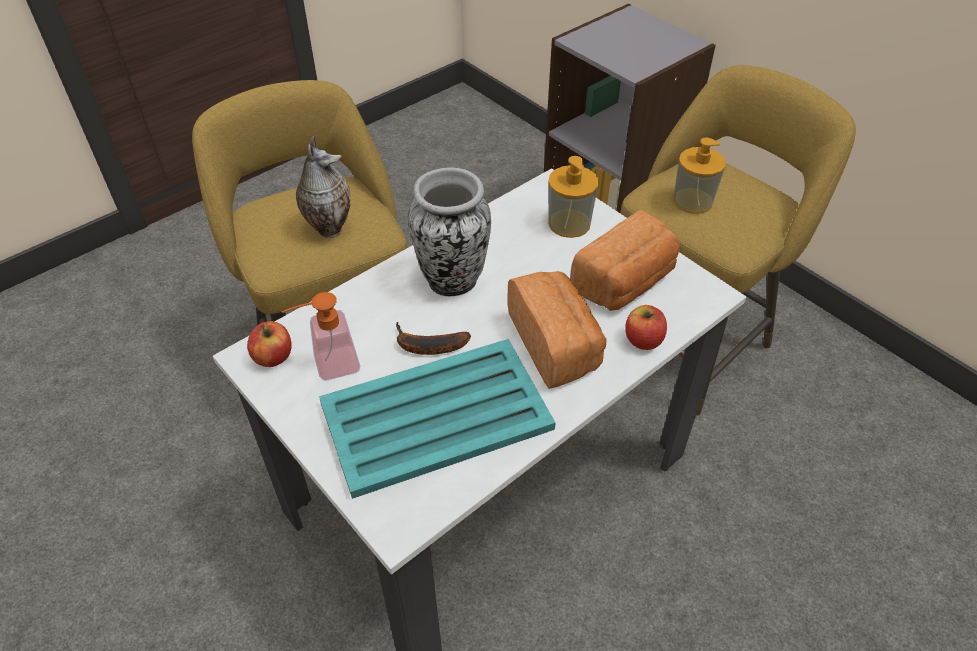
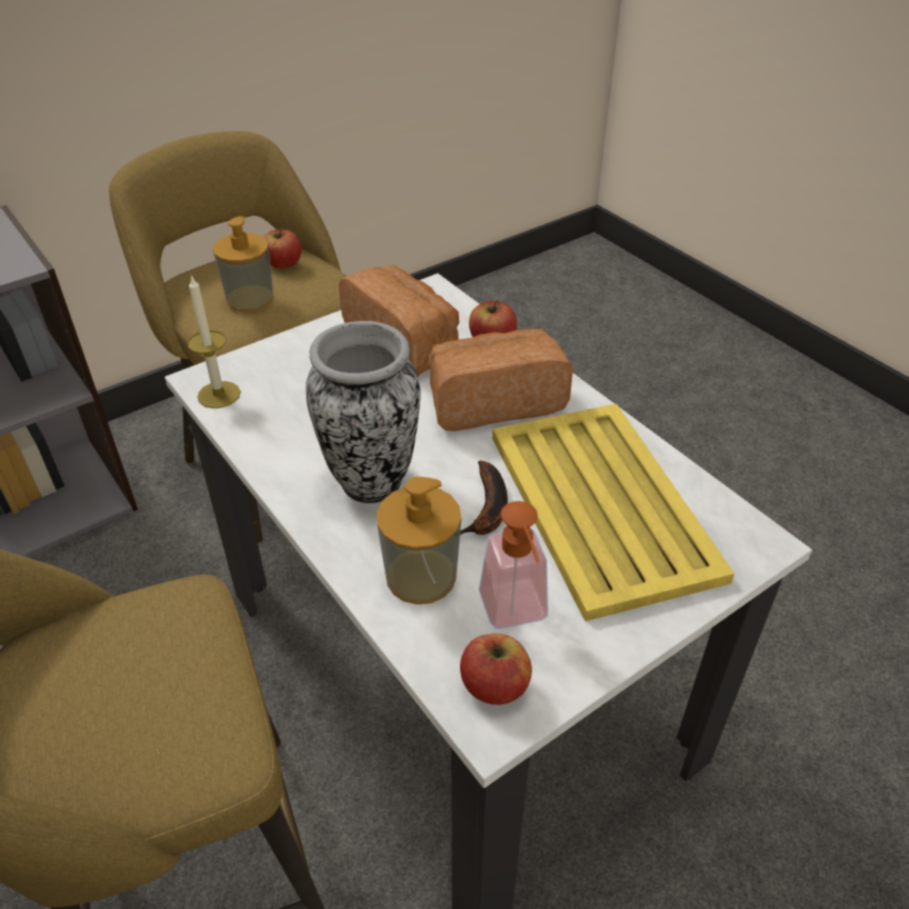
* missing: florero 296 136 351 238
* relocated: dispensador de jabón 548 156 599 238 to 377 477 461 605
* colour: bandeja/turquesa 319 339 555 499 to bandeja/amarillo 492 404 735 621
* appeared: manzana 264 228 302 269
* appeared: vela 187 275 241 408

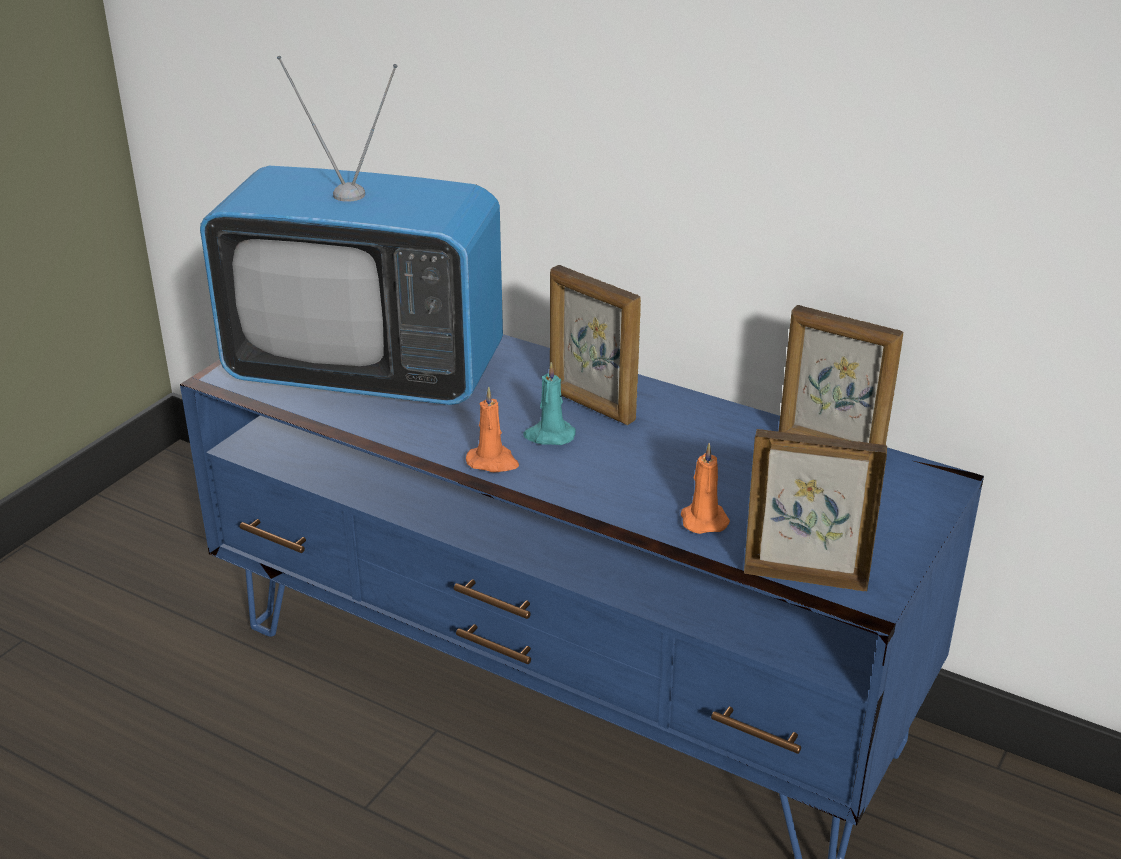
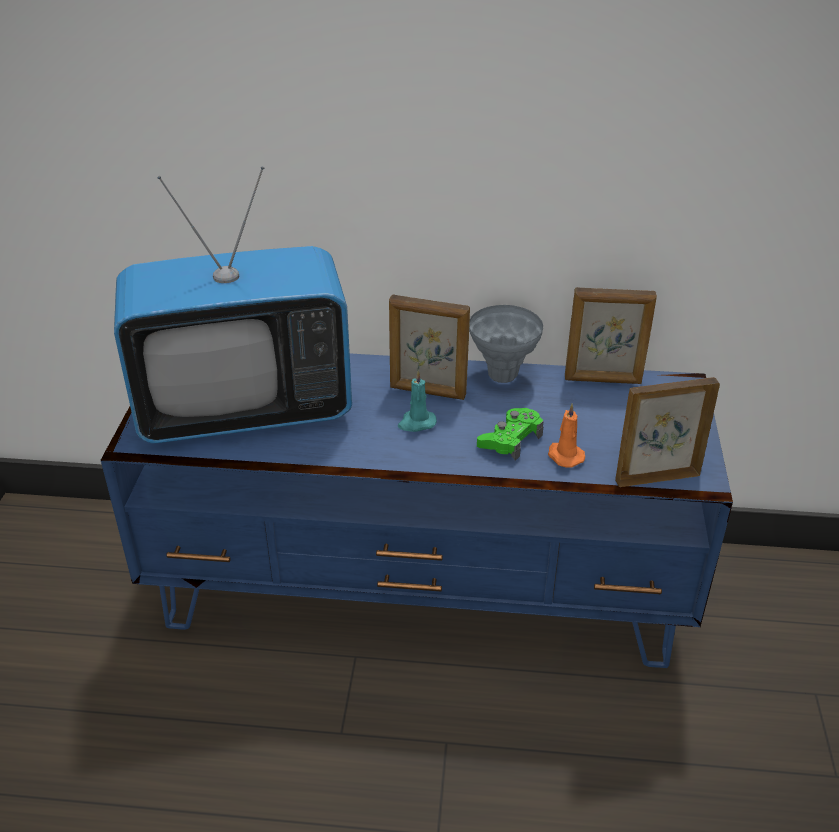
* missing: vela/naranja 466 387 519 472
* appeared: florero/gris 469 305 543 383
* appeared: mando de consola/verde 477 408 543 461

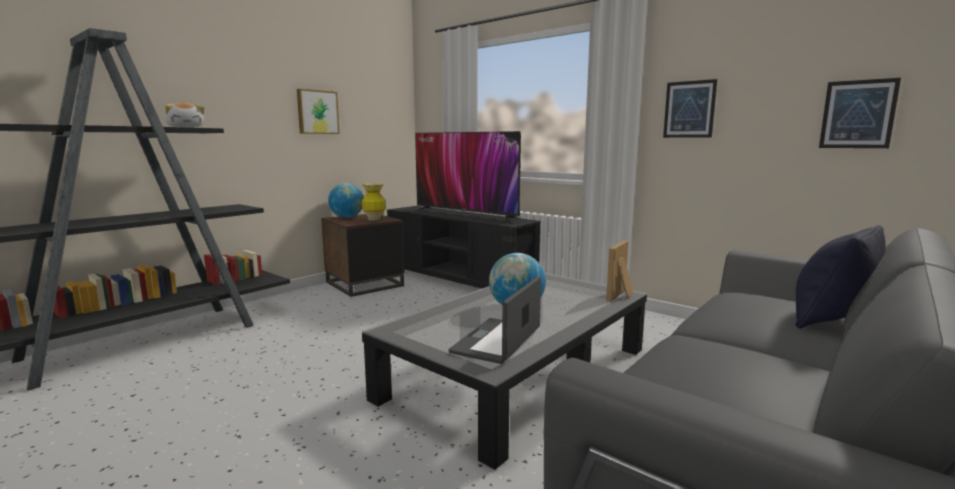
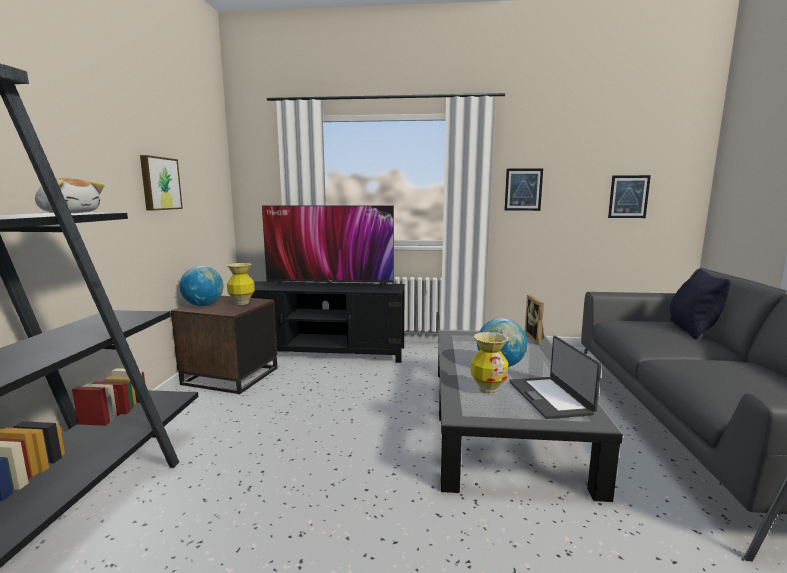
* appeared: florero 471 332 509 394

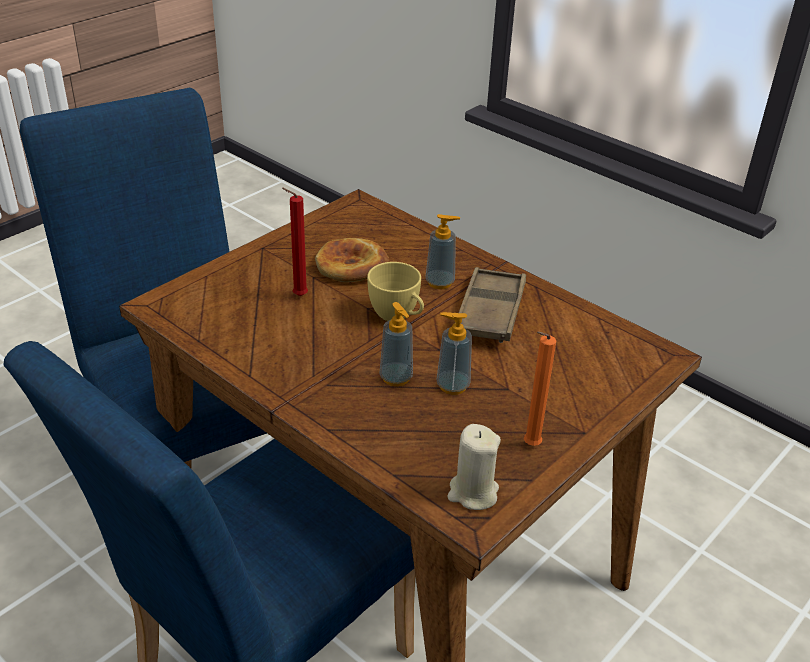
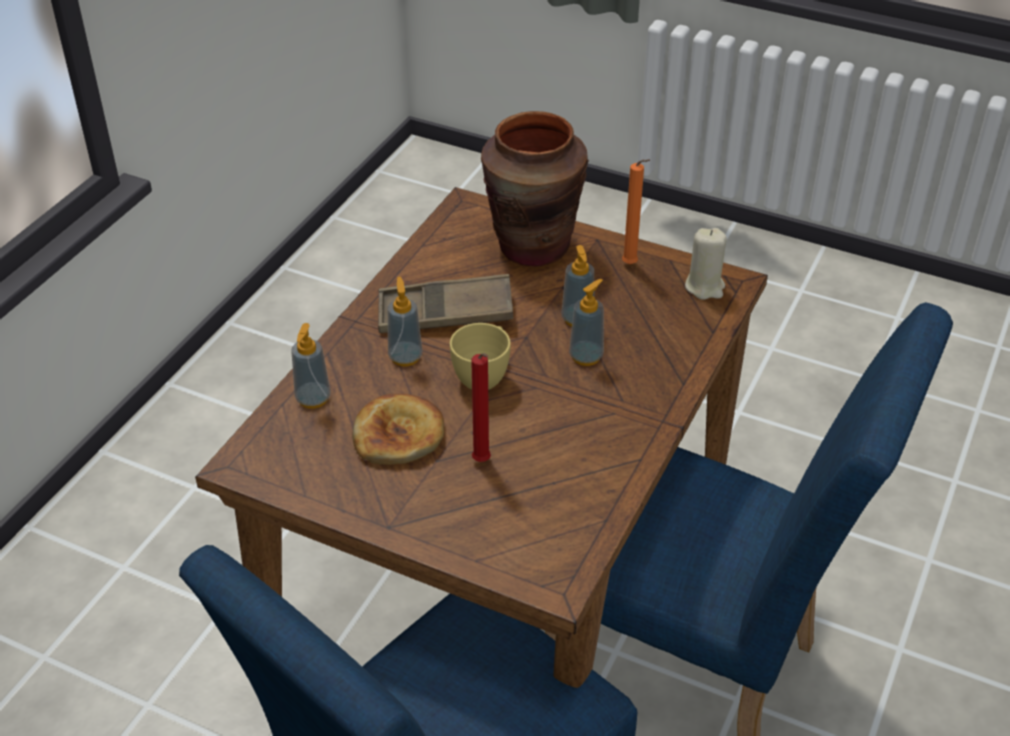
* appeared: florero/marrón 481 111 589 267
* appeared: dispensador de jabón 291 323 331 409

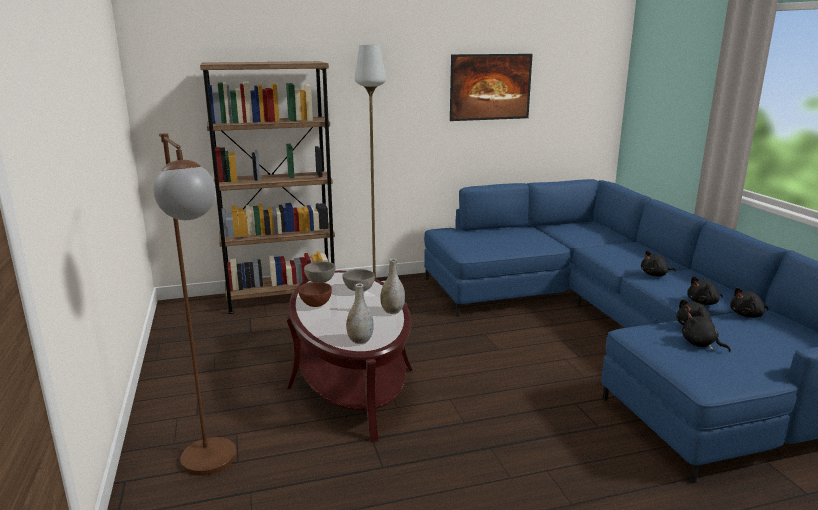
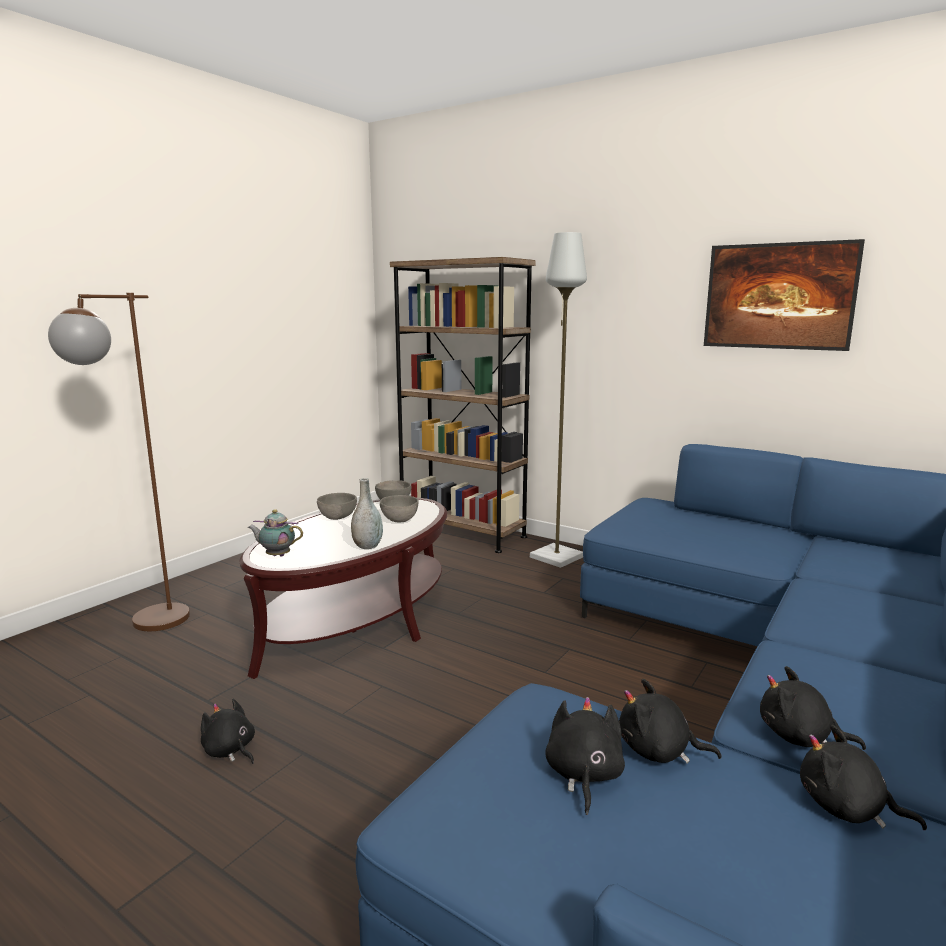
* relocated: peluche/negro 641 250 676 277 to 201 699 255 764
* colour: cuenco/marrón 298 282 332 307 to cuenco/gris 317 493 357 520
* exchanged: florero/gris 346 283 374 344 to tetera 248 509 303 557

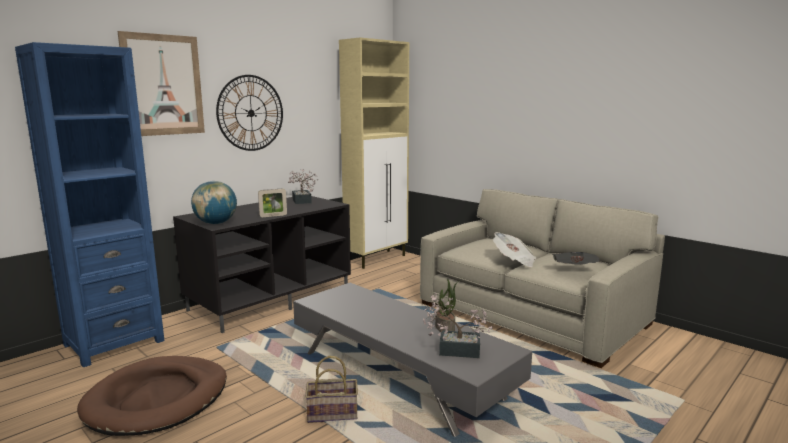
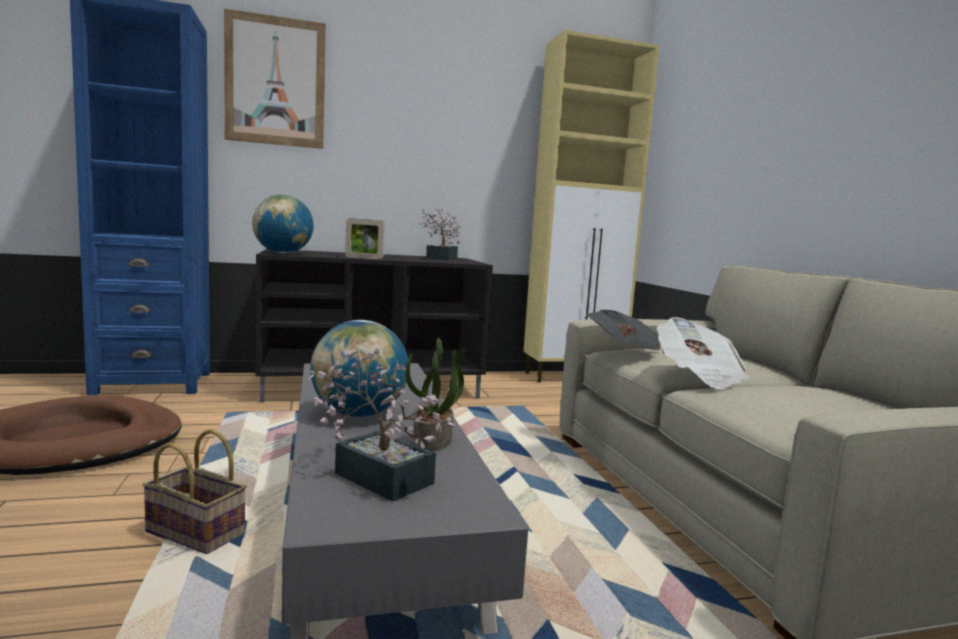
* missing: reloj de pared 216 75 283 151
* relocated: periódico 552 252 600 265 to 588 310 660 350
* appeared: globo terráqueo 310 320 408 417

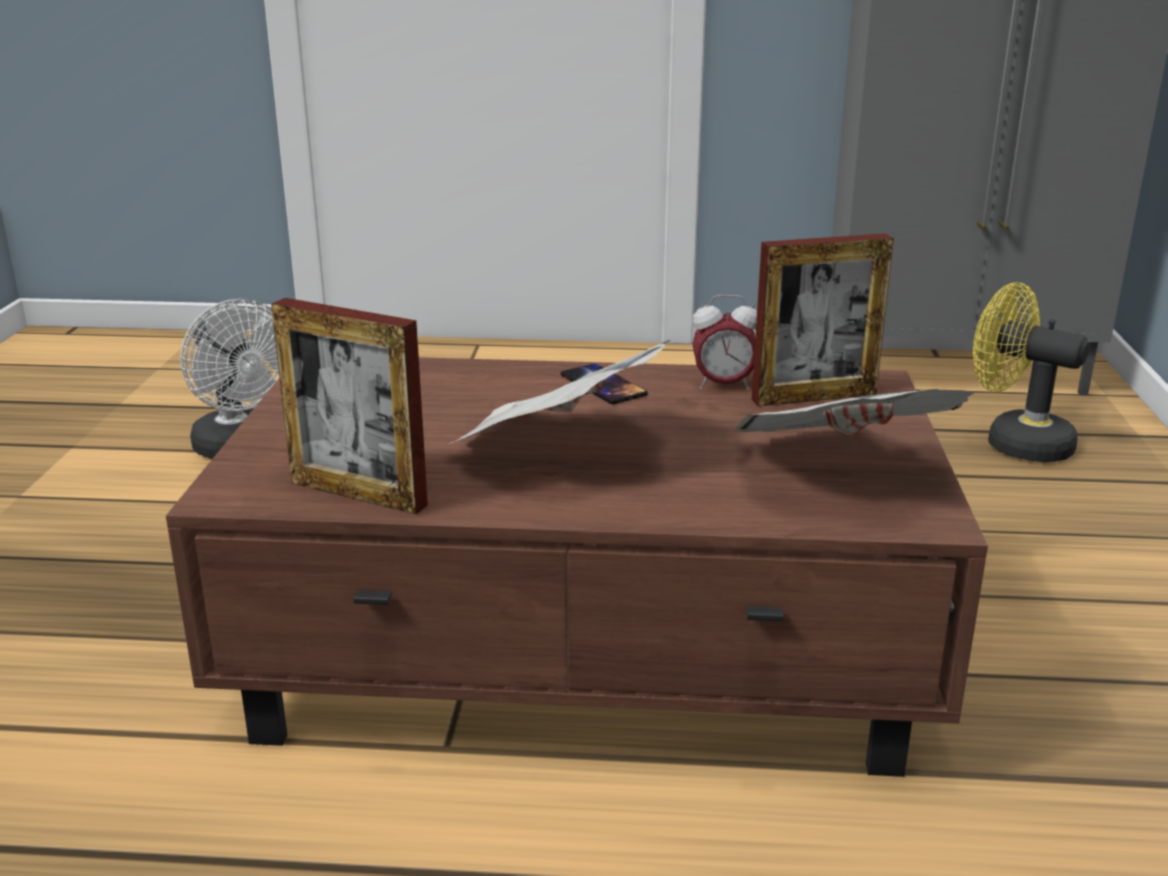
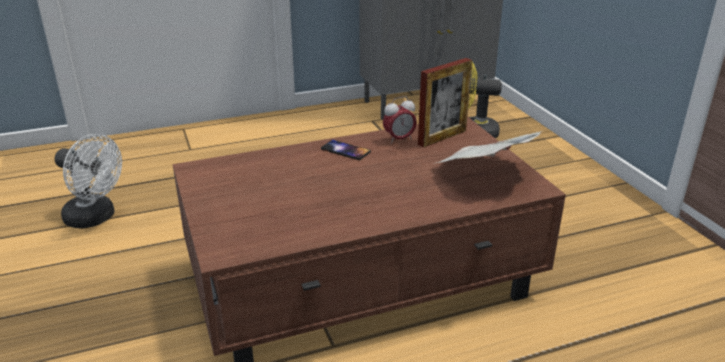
* missing: portarretratos 271 298 428 514
* missing: periódico 449 340 670 444

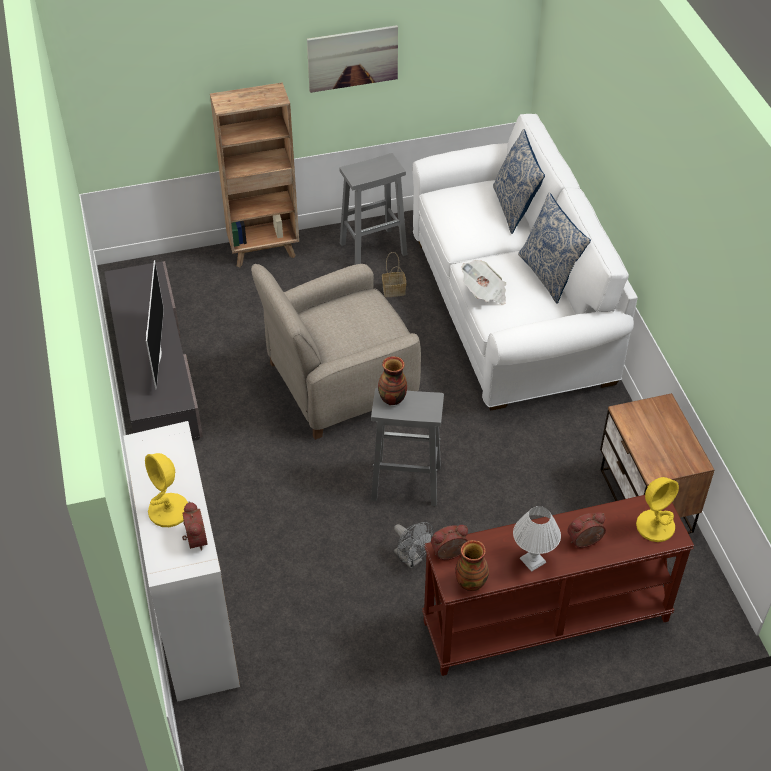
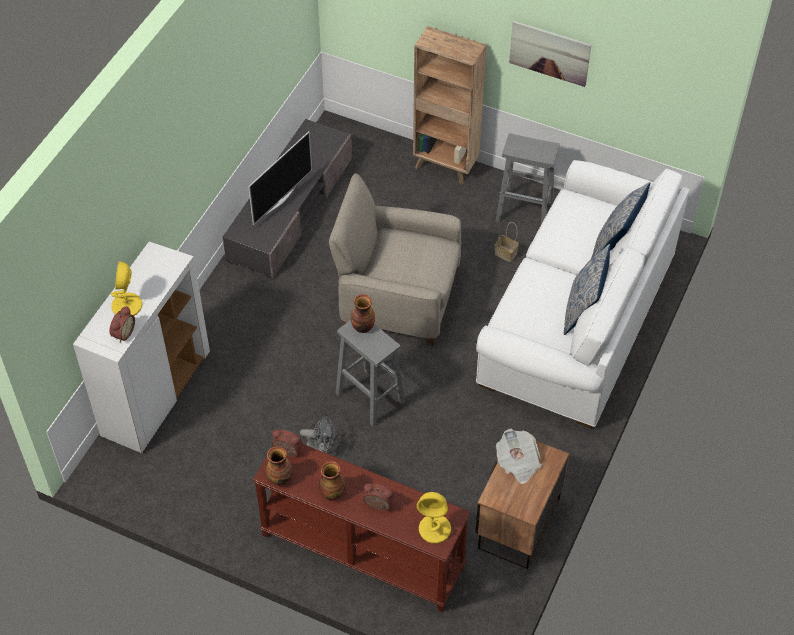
* relocated: periódico 462 260 506 305 to 496 429 542 484
* exchanged: lámpara de mesa/blanco 513 506 561 572 to florero 319 461 345 500
* spun: ventilador/gris 394 522 433 569 = 300 416 335 453 75 degrees counterclockwise

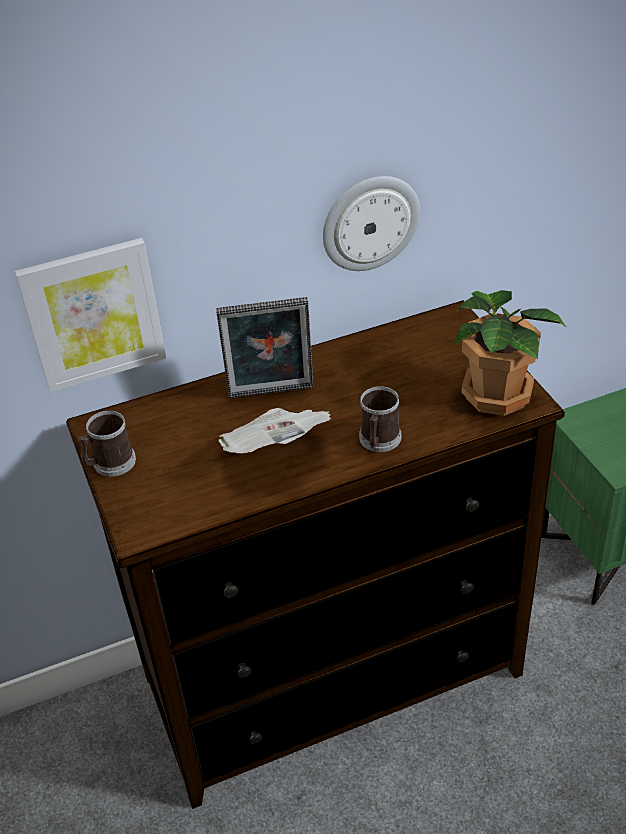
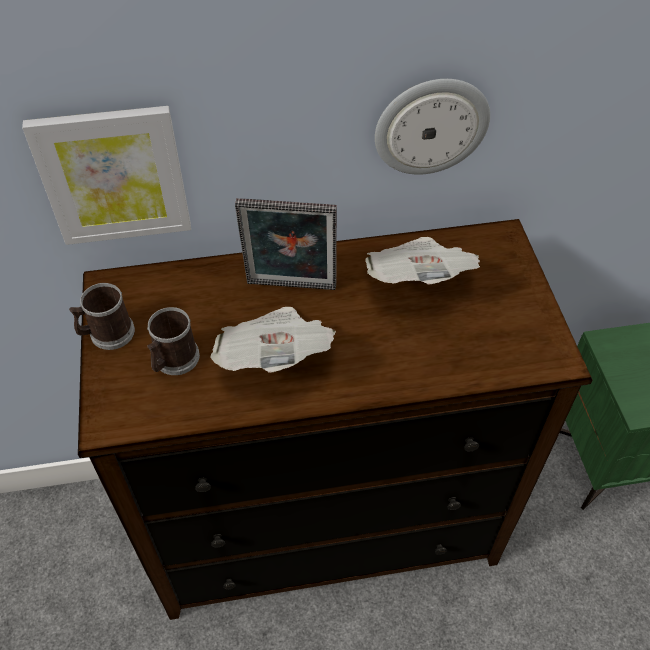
* missing: planta en maceta 456 290 567 416
* relocated: taza grande 359 386 401 452 to 147 307 200 375
* appeared: periódico 366 237 480 284

